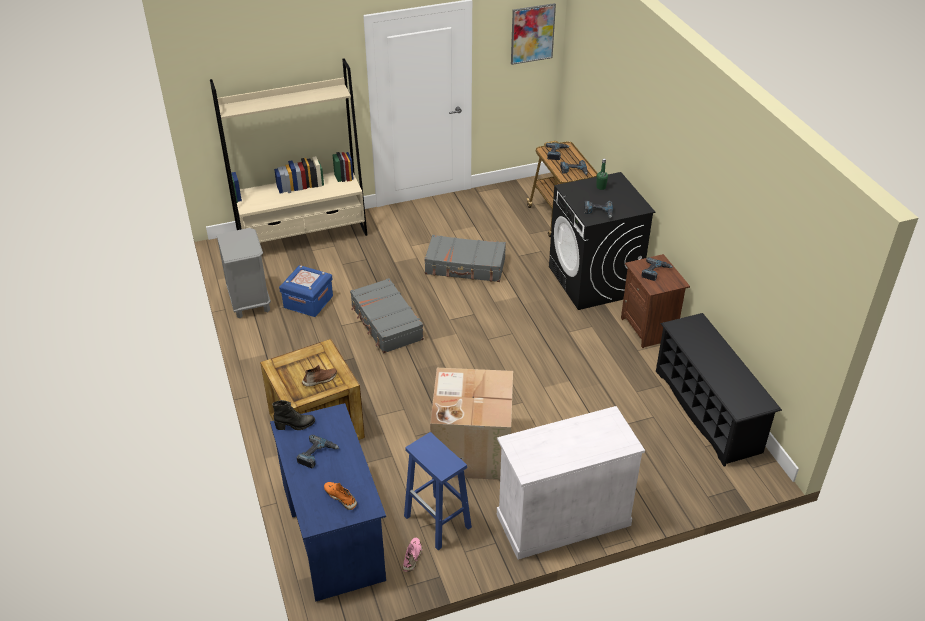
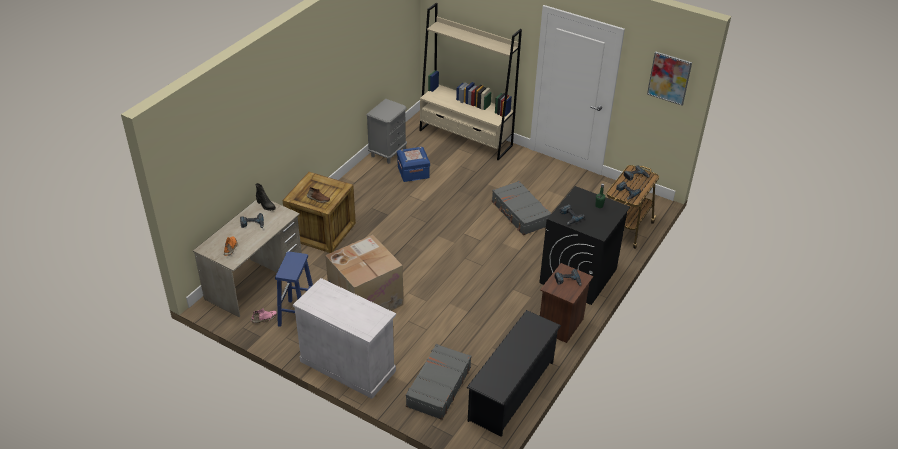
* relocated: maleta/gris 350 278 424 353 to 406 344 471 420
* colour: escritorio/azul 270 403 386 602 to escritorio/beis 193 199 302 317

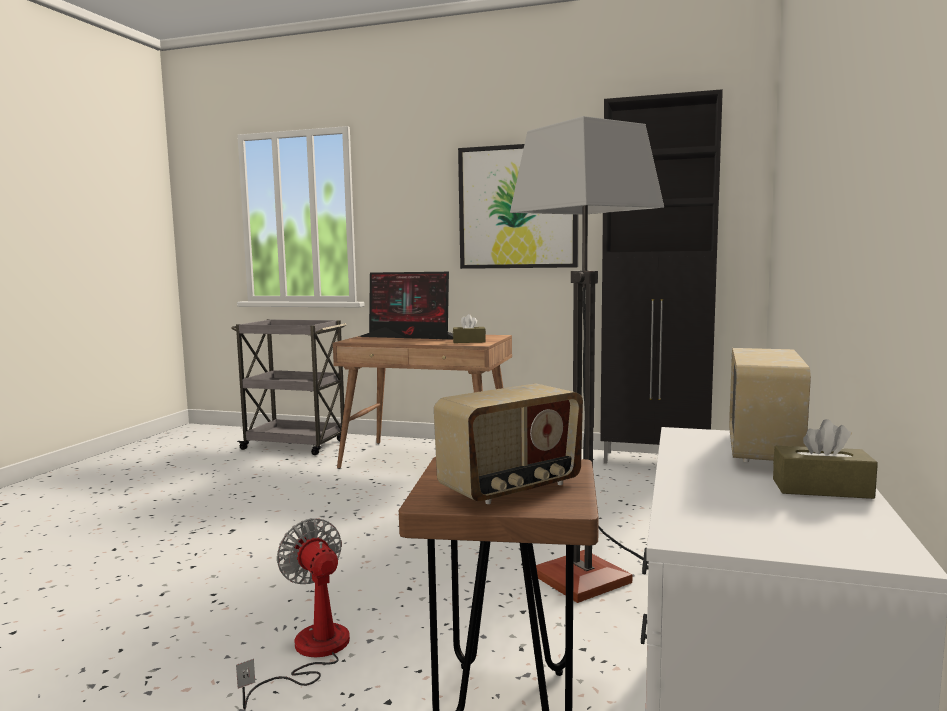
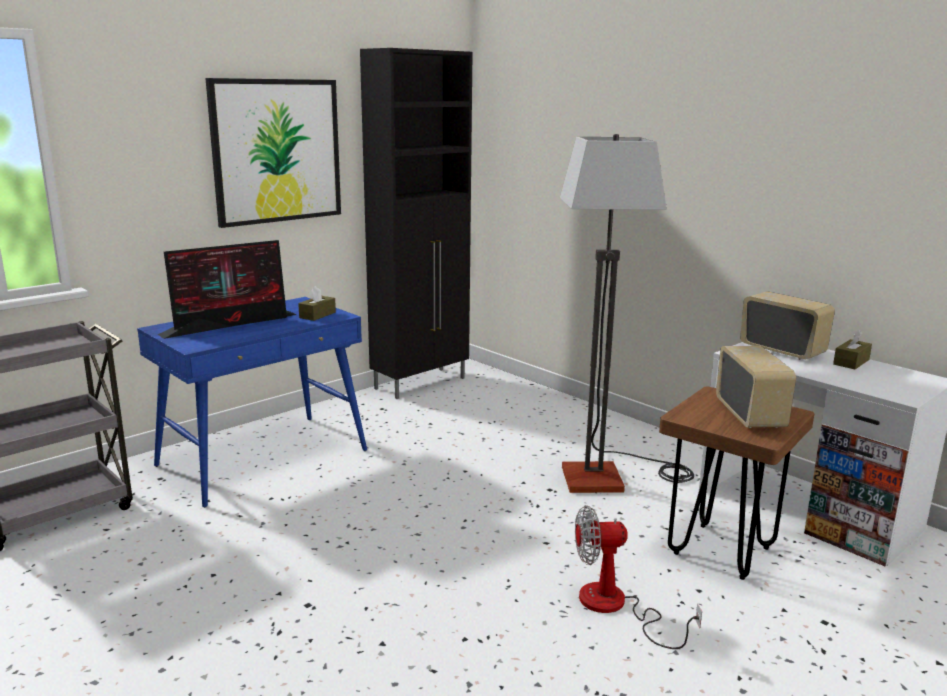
* colour: escritorio/marrón 333 335 512 469 to escritorio/azul 137 297 367 507

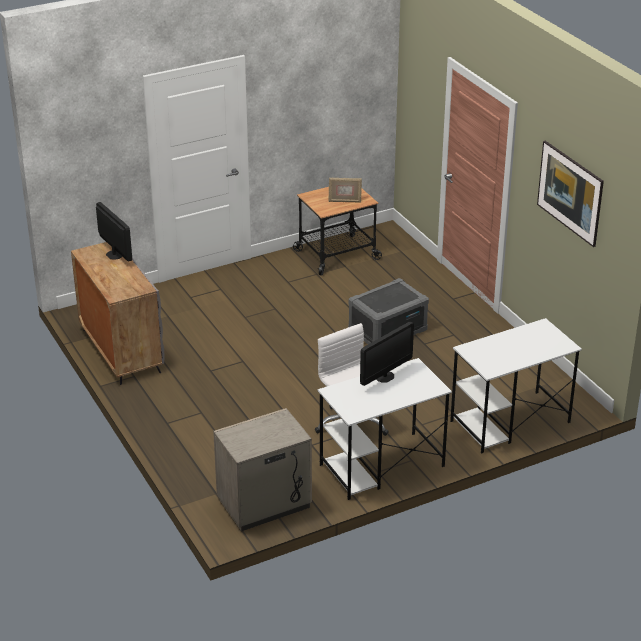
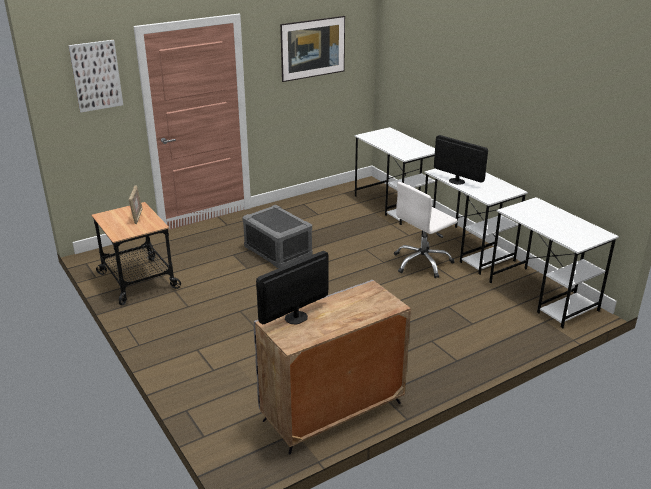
* exchanged: mesita de noche/beis 213 408 312 531 to escritorio/blanco 489 197 619 328
* appeared: cuadro 68 40 123 113

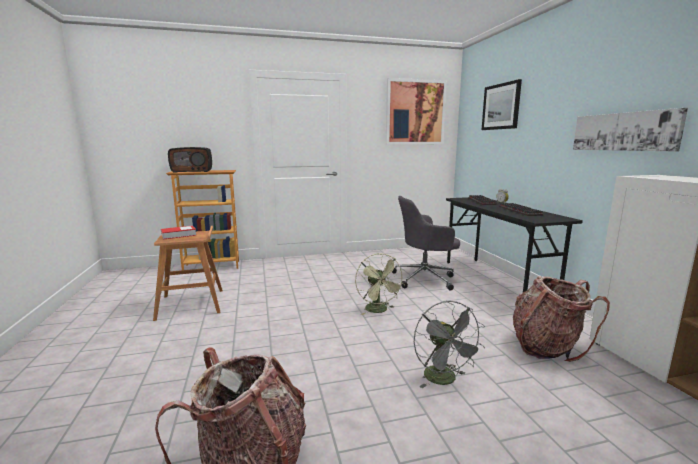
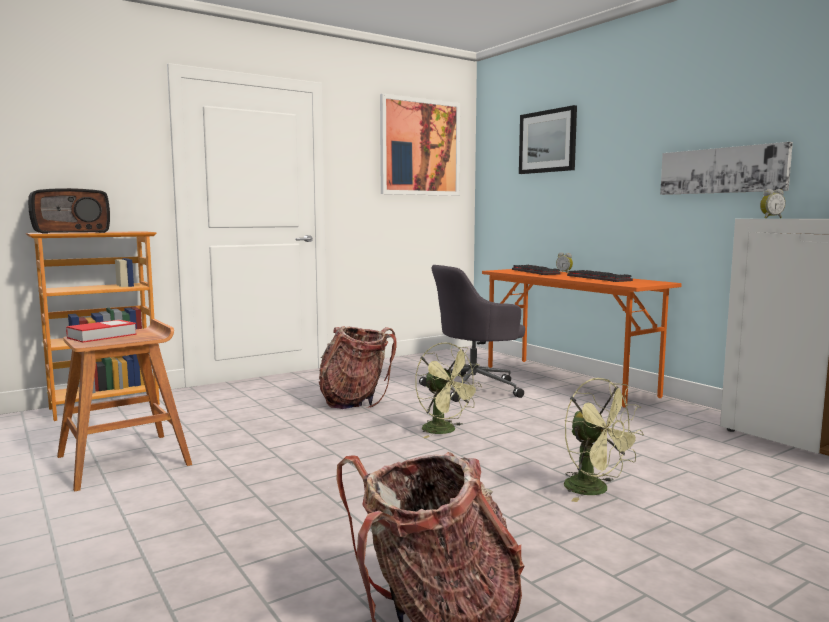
* colour: escritorio/negro 446 197 583 292 to escritorio/naranja 482 269 682 408
* relocated: mochila 513 276 610 362 to 319 326 397 409
* colour: ventilador/gris 414 301 485 388 to ventilador/verde 564 378 644 502
* appeared: despertador 760 189 786 218

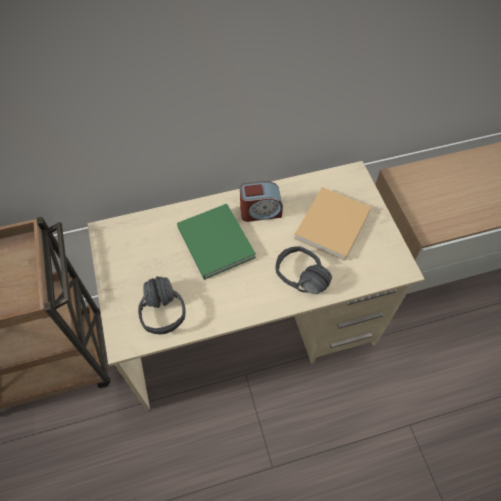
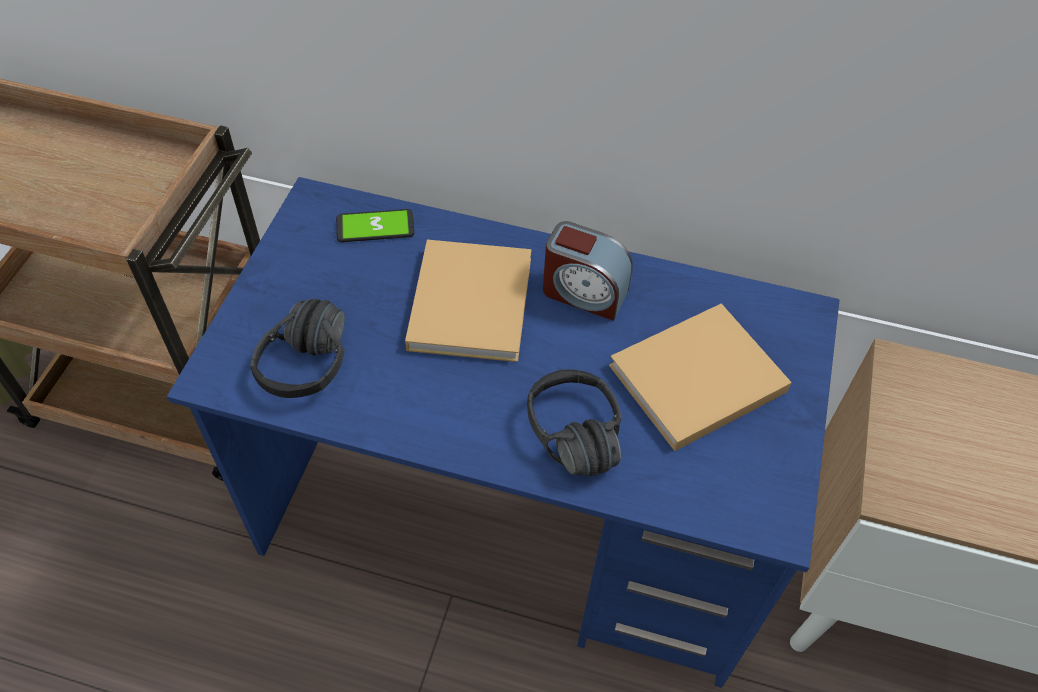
* colour: escritorio/beis 87 161 425 410 to escritorio/azul 167 177 840 688
* colour: libro/verde 177 204 256 280 to libro/beis 405 240 531 362
* appeared: móvil 336 209 414 242

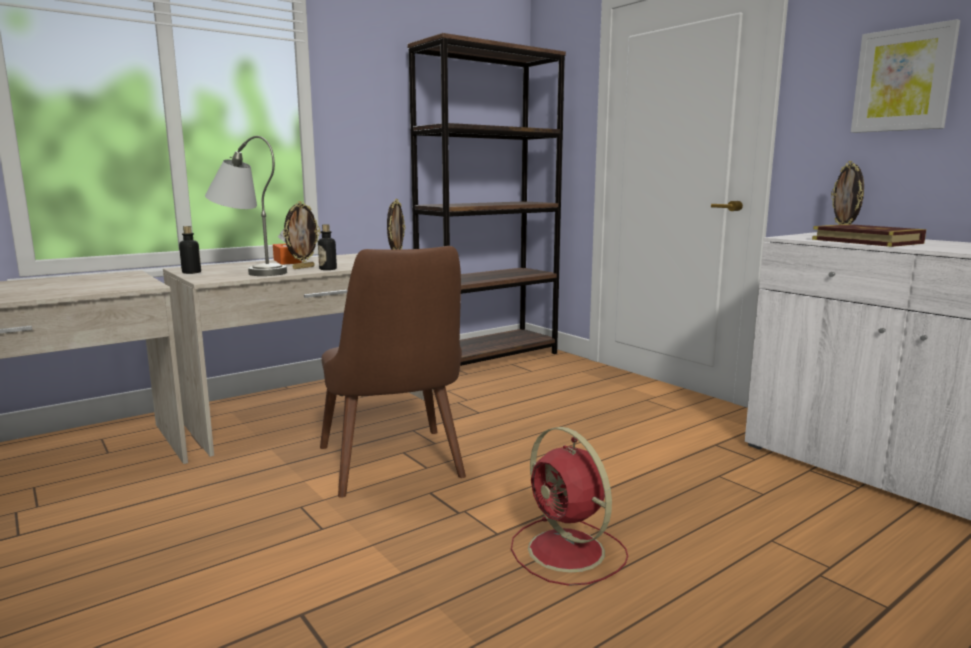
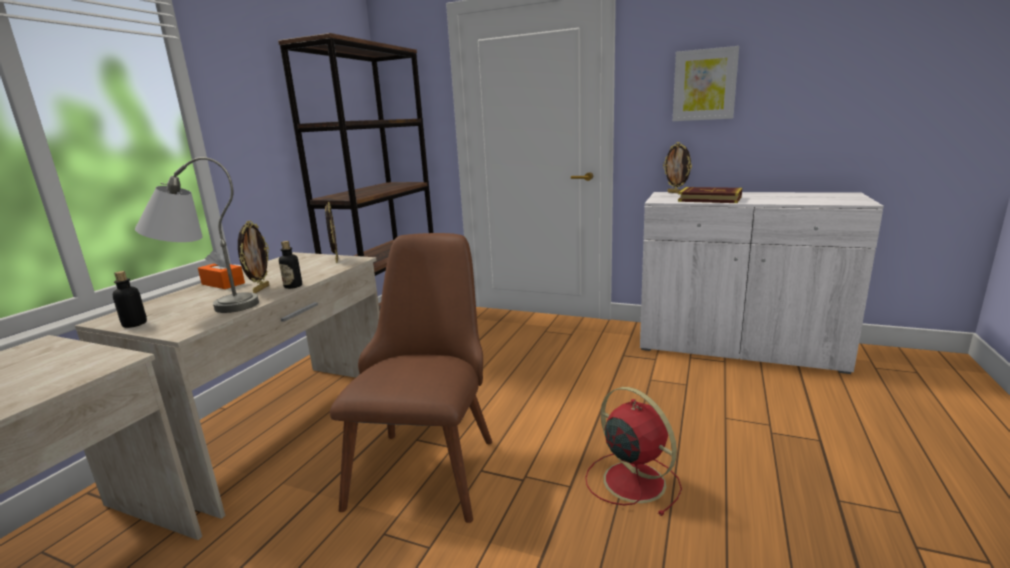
* spun: silla/marrón 320 246 466 498 = 330 233 492 523 120 degrees counterclockwise
* spun: ventilador/rojo 511 427 628 586 = 585 387 682 516 150 degrees counterclockwise

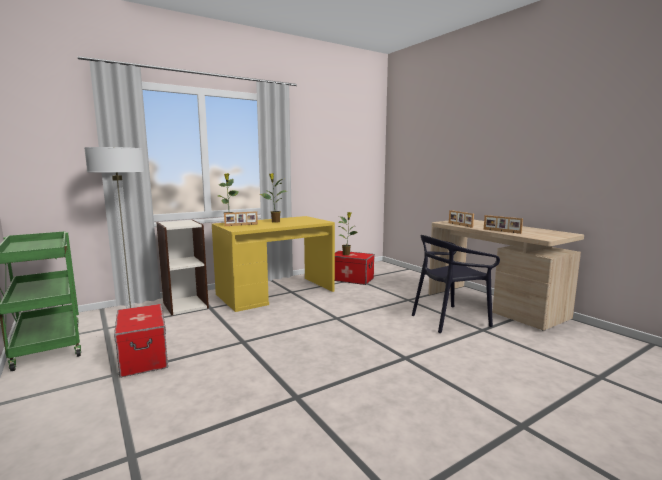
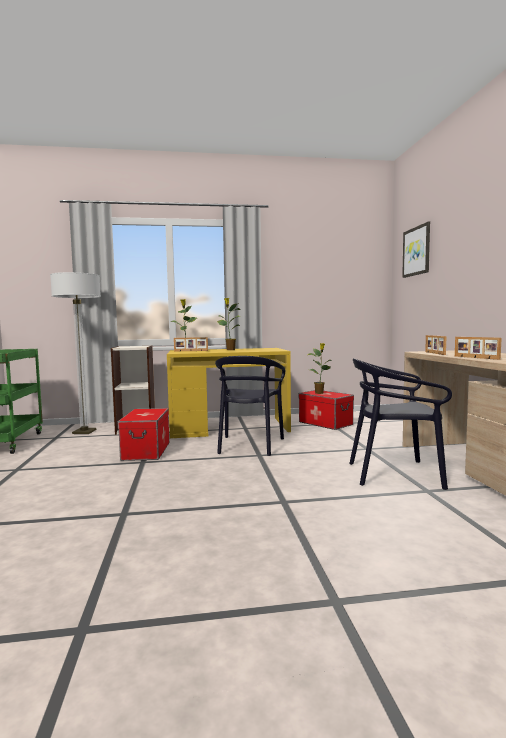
* relocated: caja de almacenaje 114 304 168 378 to 118 408 169 461
* appeared: cuadro 402 221 430 278
* appeared: silla/negro 215 356 285 456

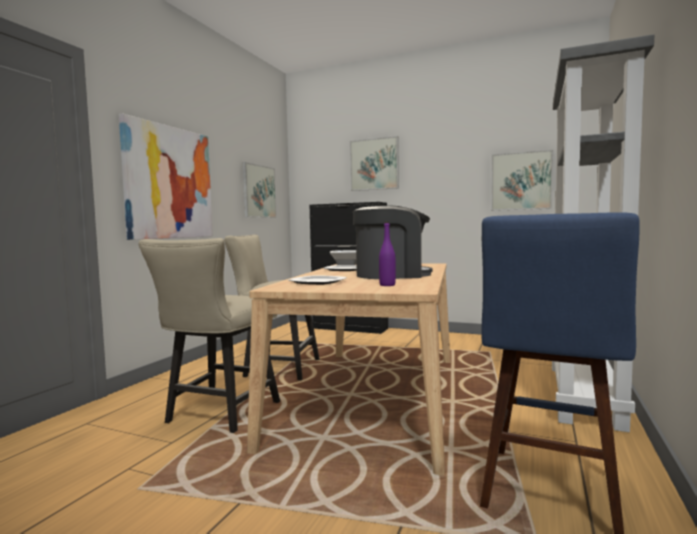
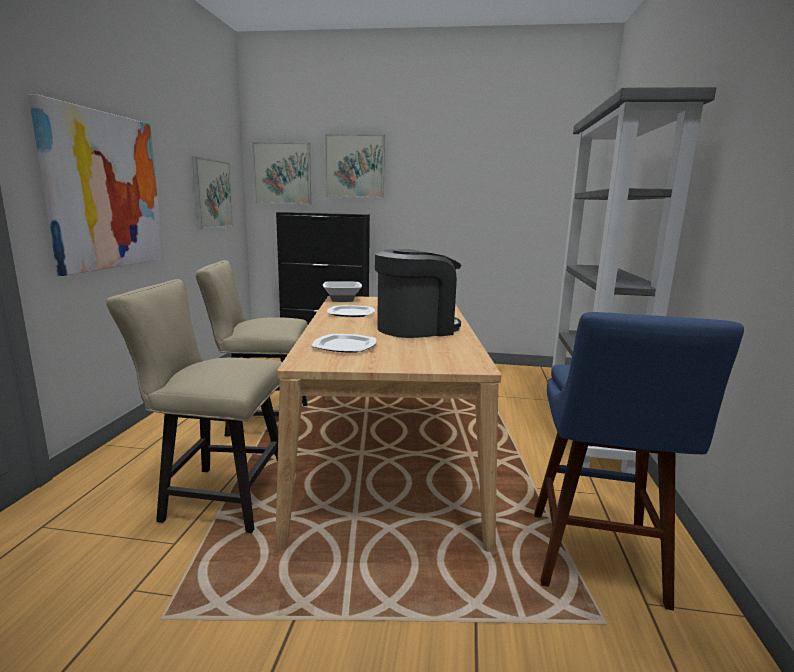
* relocated: cuadro 491 150 553 211 to 252 142 311 204
* missing: botella/morado 379 222 396 286
* spun: silla/beis 139 238 280 433 = 106 279 282 533 90 degrees clockwise

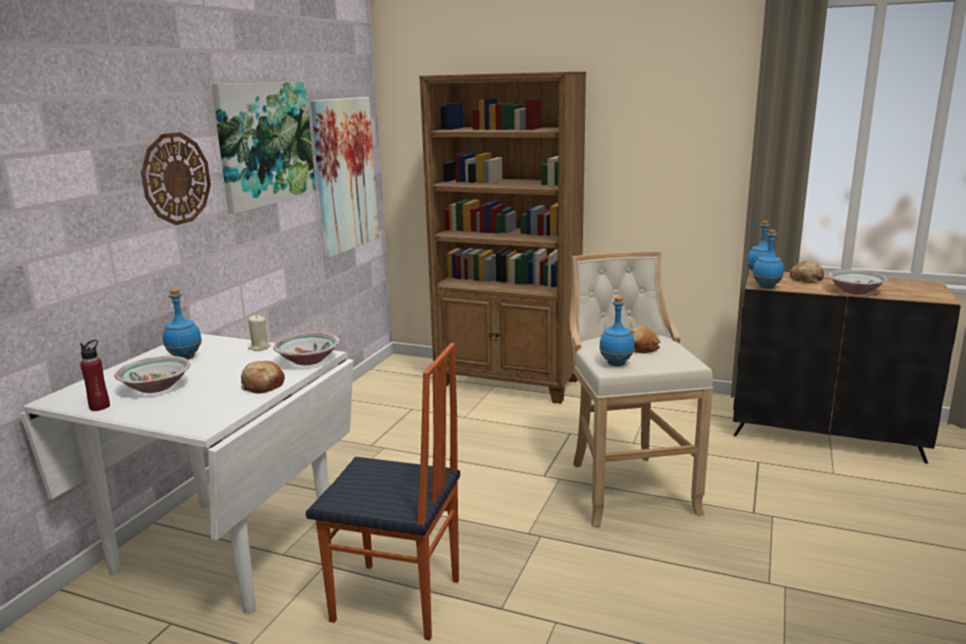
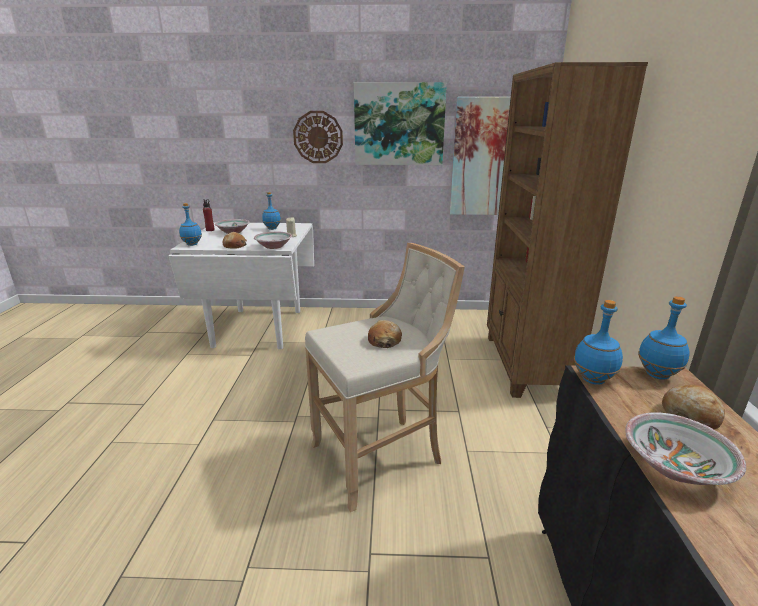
* relocated: botella/azul 599 297 635 366 to 179 203 202 246
* missing: silla 306 343 460 640

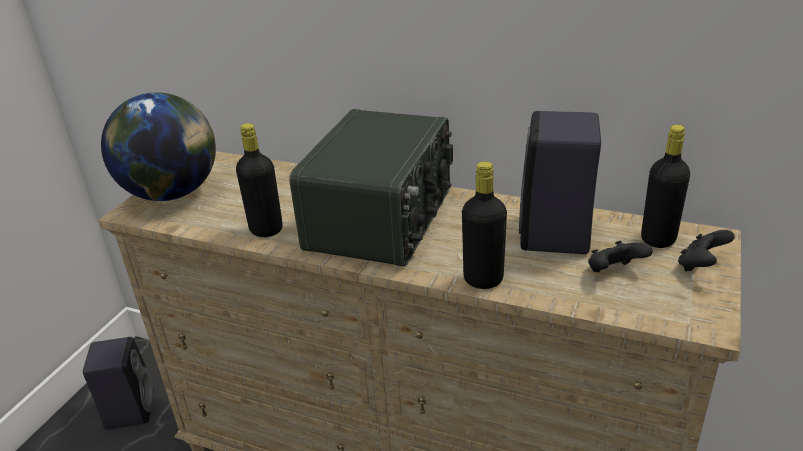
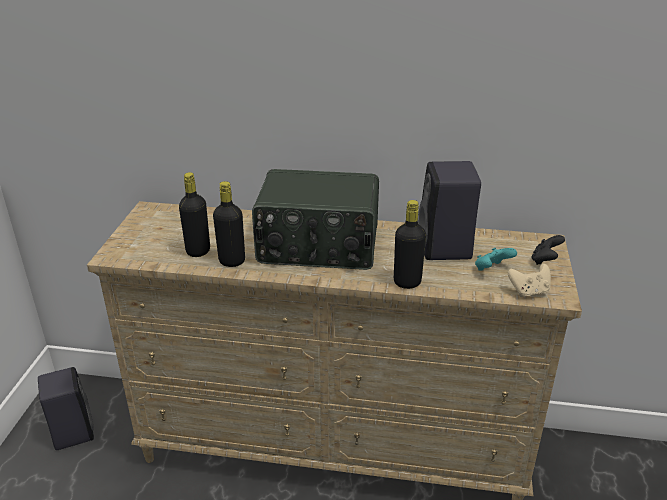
* missing: globo terráqueo 101 92 216 201
* spun: radio 289 109 453 267 = 252 169 379 270 90 degrees clockwise
* relocated: botella/negro 641 125 690 248 to 179 172 210 257
* colour: mando de consola/negro 588 241 653 272 to mando de consola/turquesa 475 248 517 271
* appeared: mando de consola/beis 508 264 551 297

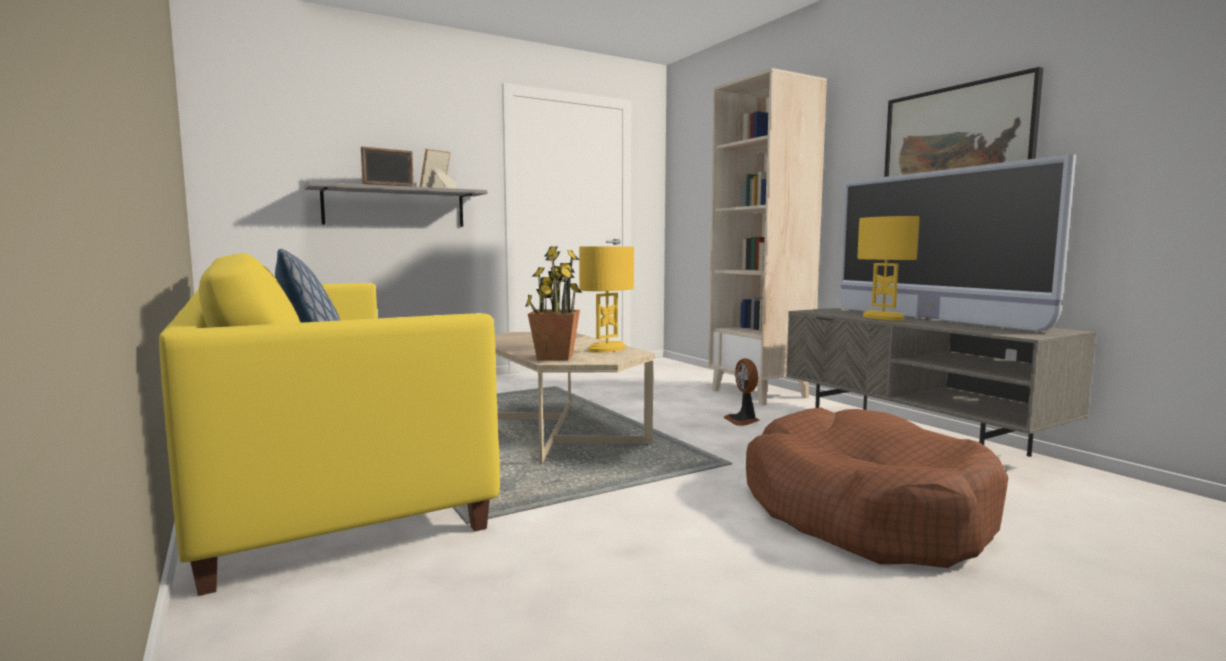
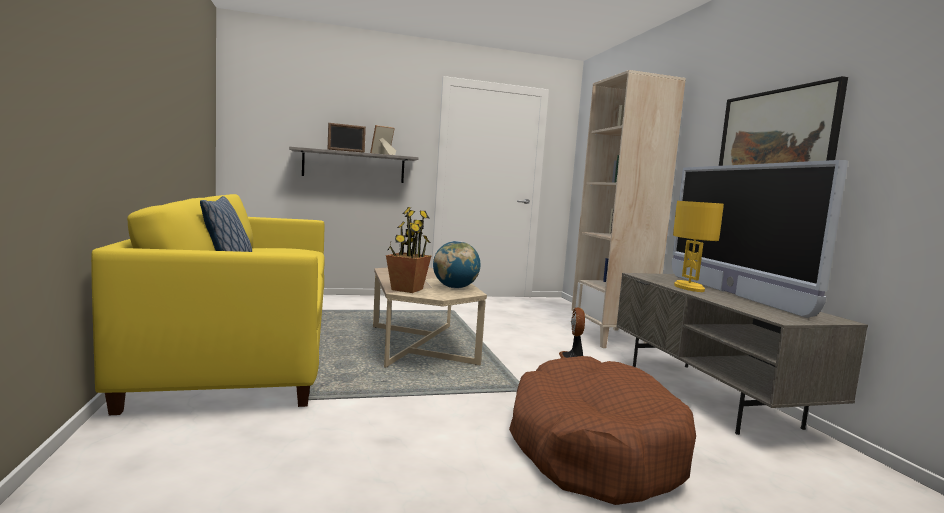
* exchanged: lámpara de mesa/amarillo 579 246 634 353 to globo terráqueo 433 241 480 288

